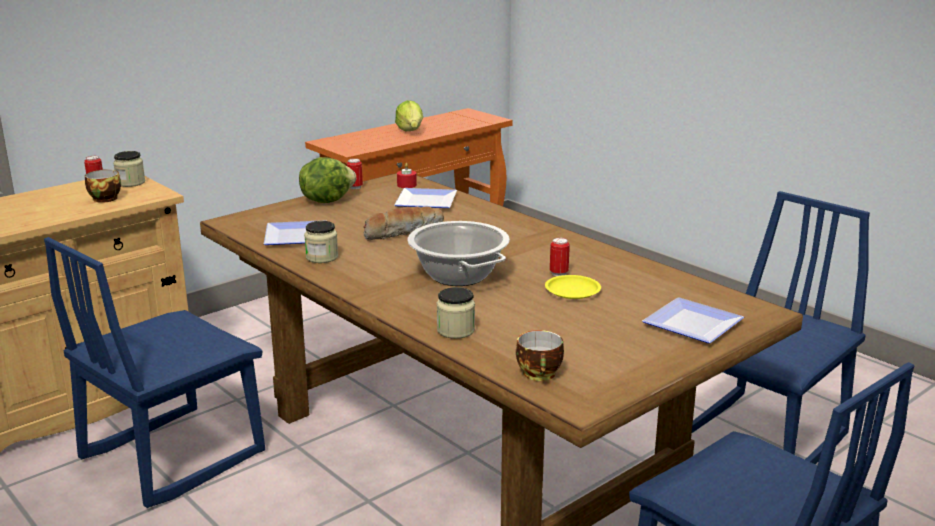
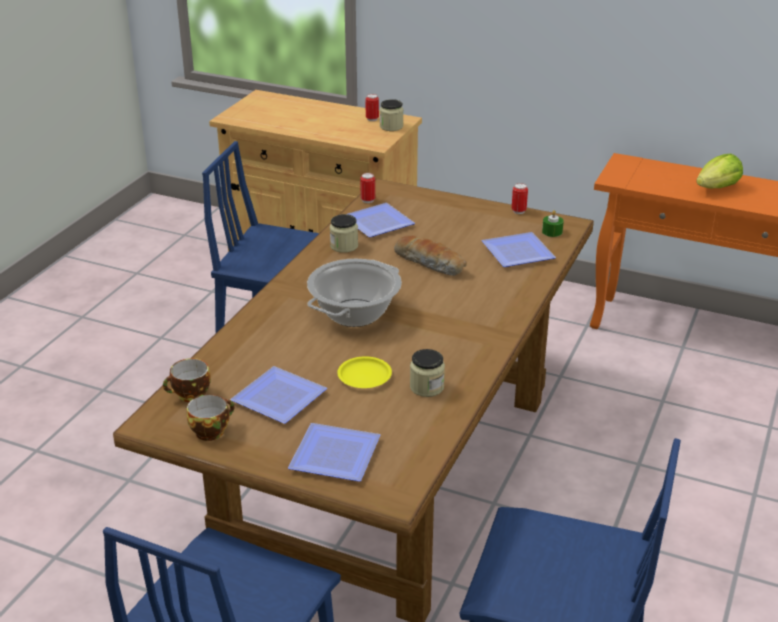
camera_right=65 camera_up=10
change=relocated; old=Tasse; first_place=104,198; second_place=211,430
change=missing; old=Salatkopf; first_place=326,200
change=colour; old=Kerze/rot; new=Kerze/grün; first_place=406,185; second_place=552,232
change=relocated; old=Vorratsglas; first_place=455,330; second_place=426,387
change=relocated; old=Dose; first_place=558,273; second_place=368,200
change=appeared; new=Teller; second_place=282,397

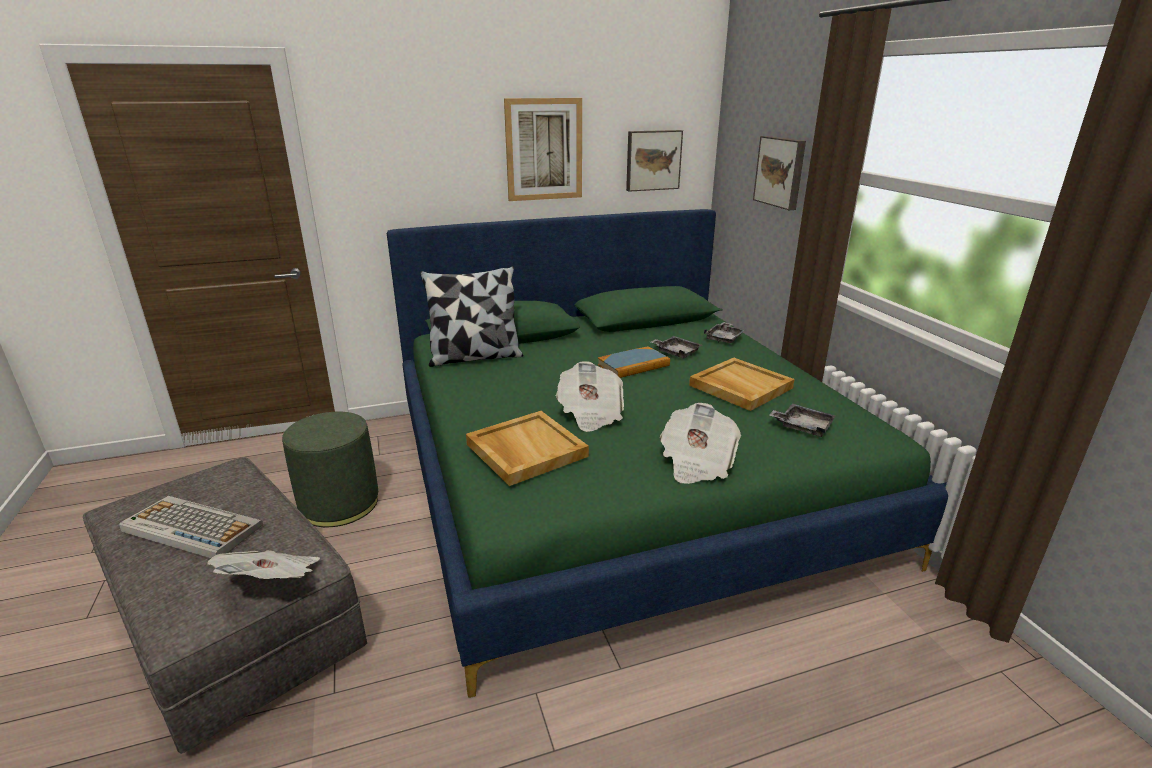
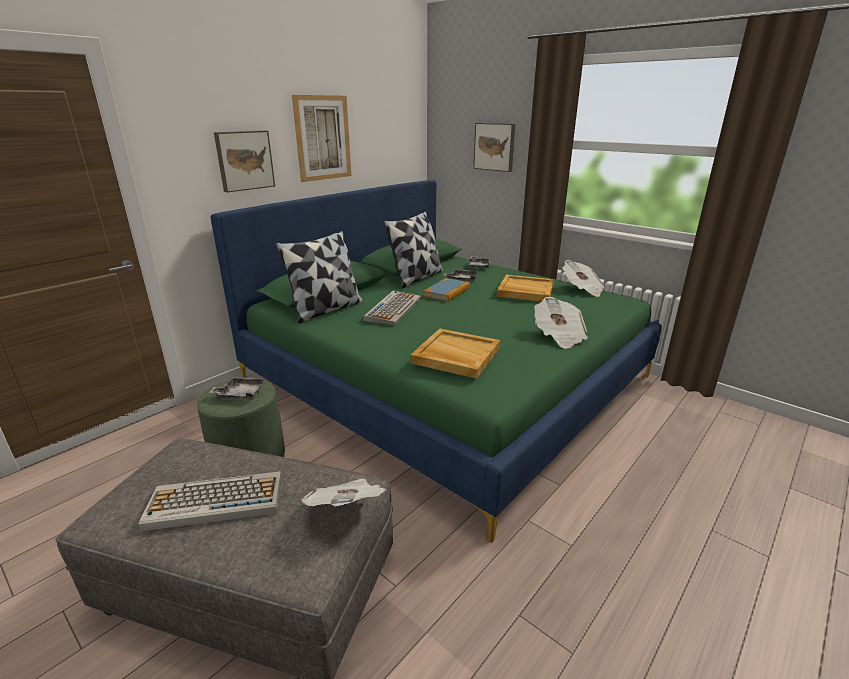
camera_right=-30 camera_up=0
change=relocated; old=Zeitung; first_place=590,413; second_place=582,289
change=relocated; old=Bild; first_place=652,160; second_place=244,160
change=relocated; old=Tablett/grau; first_place=802,426; second_place=240,394
change=appeared; new=Tastatur; second_place=393,309
change=appeared; new=Kissen; second_place=416,278

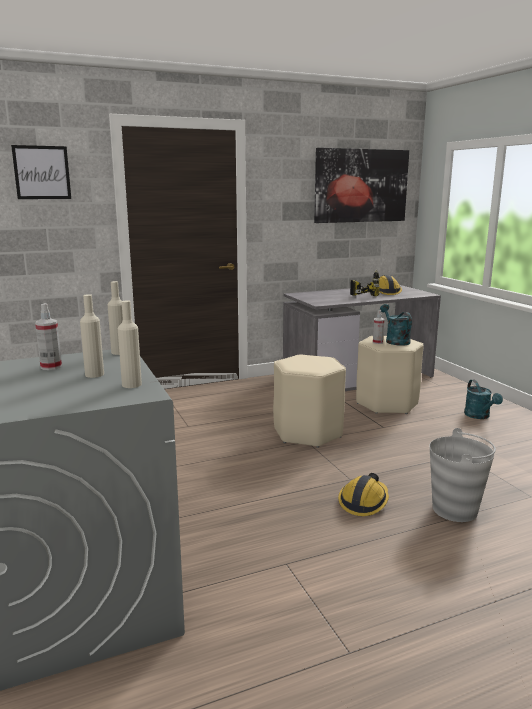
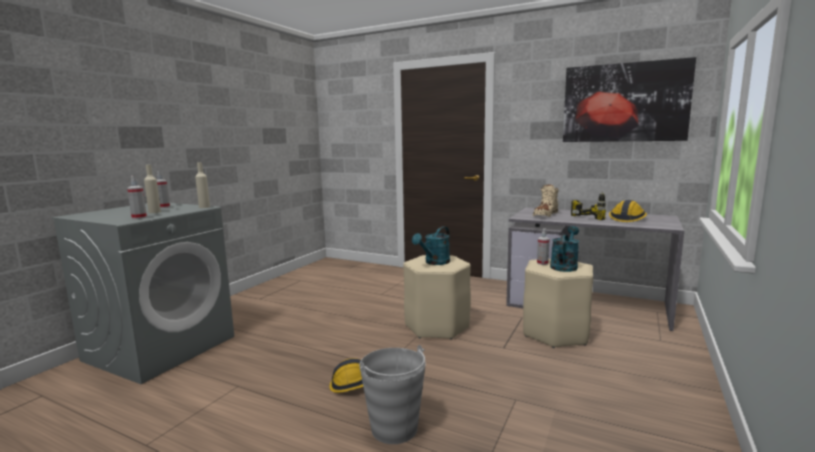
camera_right=50 camera_up=-5
change=missing; old=Bild; first_place=42,172
change=exchanged; old=Flasche/beige; new=Sprühflasche; first_place=131,384; second_place=139,218
change=relocated; old=Gießkanne/türkis; first_place=479,416; second_place=434,262
change=appeared; new=Stiefel/beige; second_place=545,215

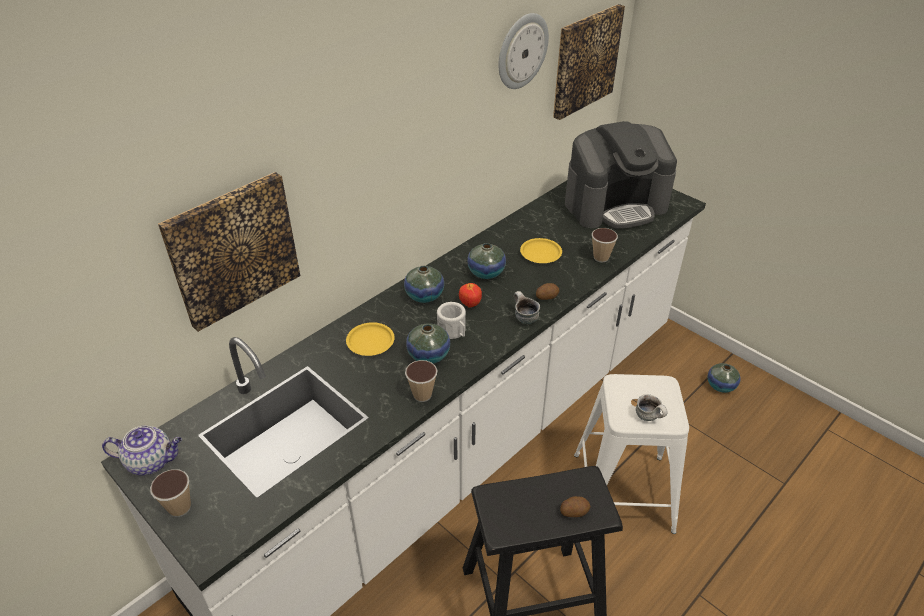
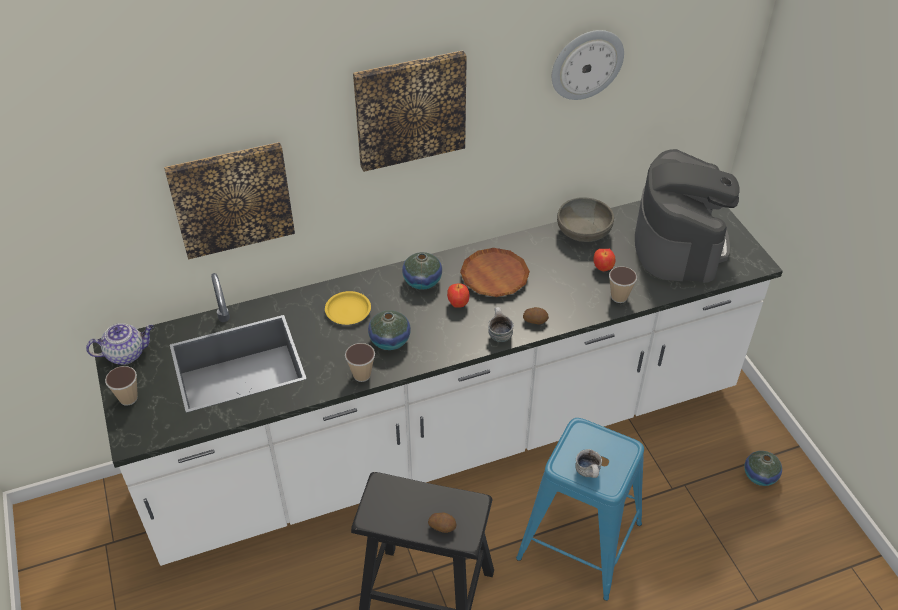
camera_right=25 camera_up=5
change=spun; old=Teekanne; first_place=152,461; second_place=126,354; degrees=-45
change=missing; old=Henkelbecher/weiß; first_place=453,332
change=exchanged; old=Vase; new=Teller/braun; first_place=486,272; second_place=494,276
change=missing; old=Teller/gelb; first_place=540,254
change=relocated; old=Bild; first_place=585,61; second_place=410,109
change=spun; old=Kaffeemaschine; first_place=615,205; second_place=679,242; degrees=-90
change=colour; old=Hocker/weiß; new=Hocker/blau; first_place=622,492; second_place=579,541
change=appeared; new=Schüssel/grau; second_place=583,232
change=appeared; new=Apfel; second_place=603,268

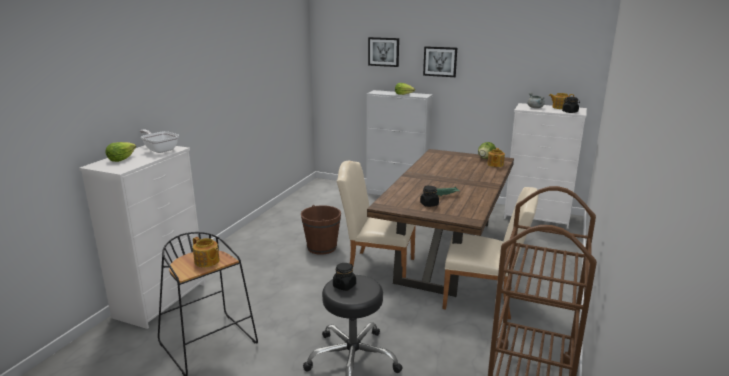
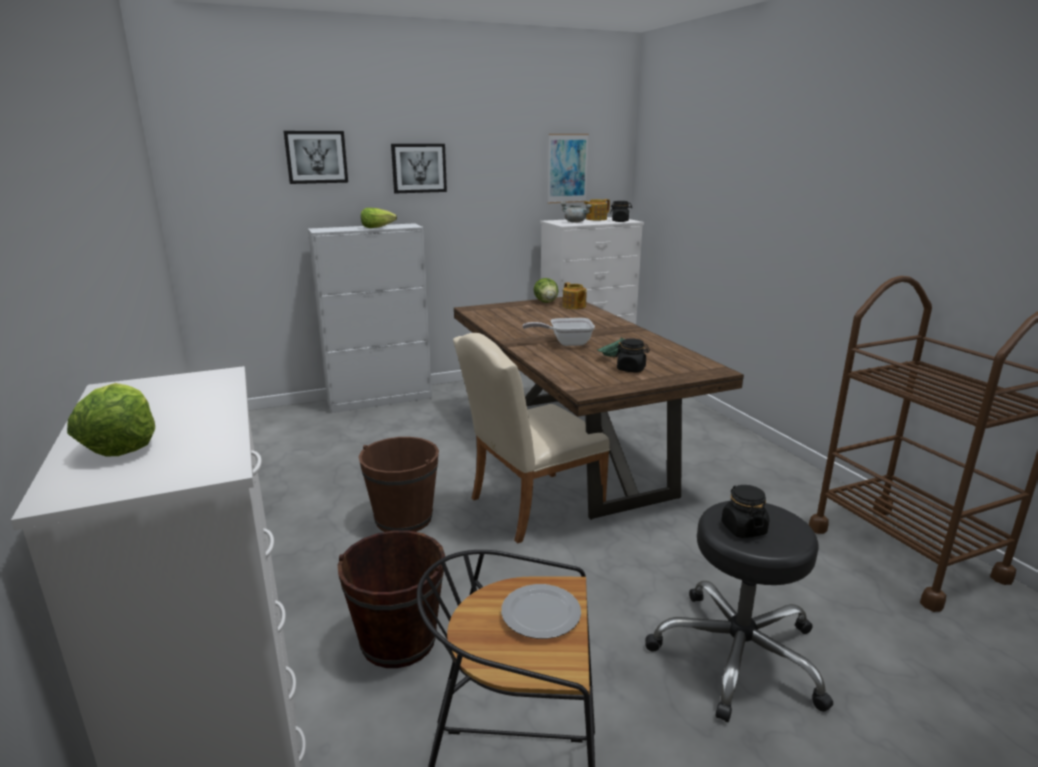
camera_right=-45 camera_up=0
change=relocated; old=Pfanne; first_place=160,149; second_place=566,343
change=exchanged; old=Teekanne; new=Teller; first_place=207,261; second_place=540,614
change=missing; old=Stuhl/beige; first_place=484,298
change=appeared; new=Eimer/braun; second_place=398,640
change=appeared; new=Bild; second_place=567,168

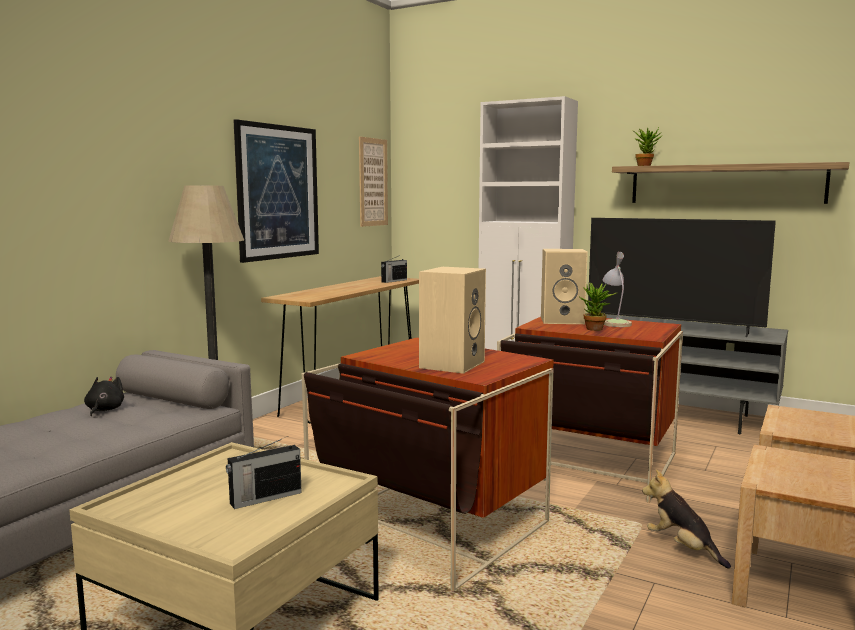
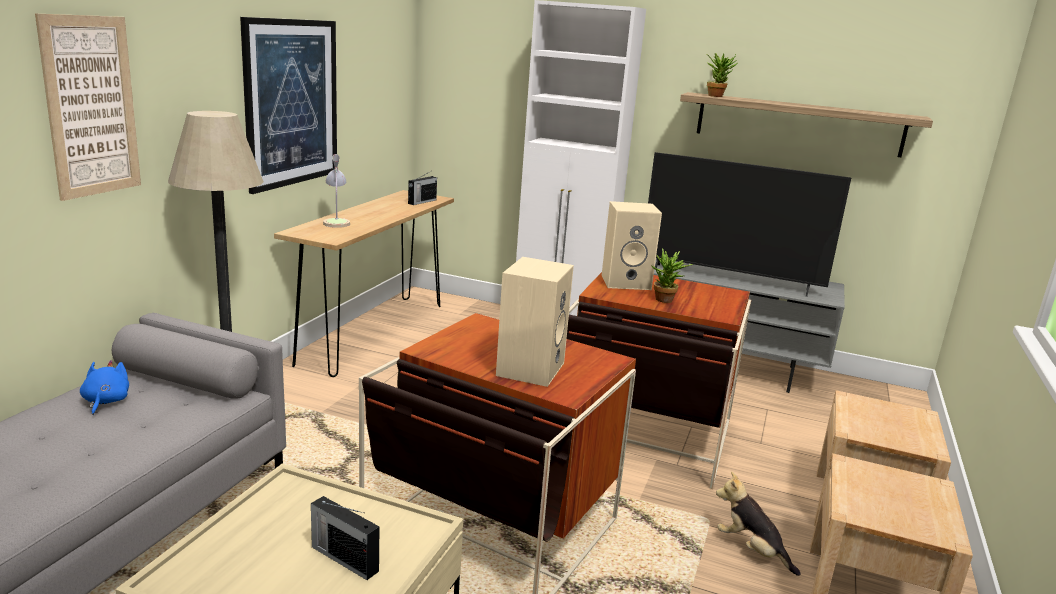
camera_right=-10 camera_up=10
change=colour; old=Plüschtier/schwarz; new=Plüschtier/blau; first_place=104,410; second_place=105,401
change=spun; old=Radio; first_place=264,498; second_place=343,558; degrees=75
change=relocated; old=Bild; first_place=373,182; second_place=91,107
change=relocated; old=Tischlampe; first_place=615,323; second_place=336,222

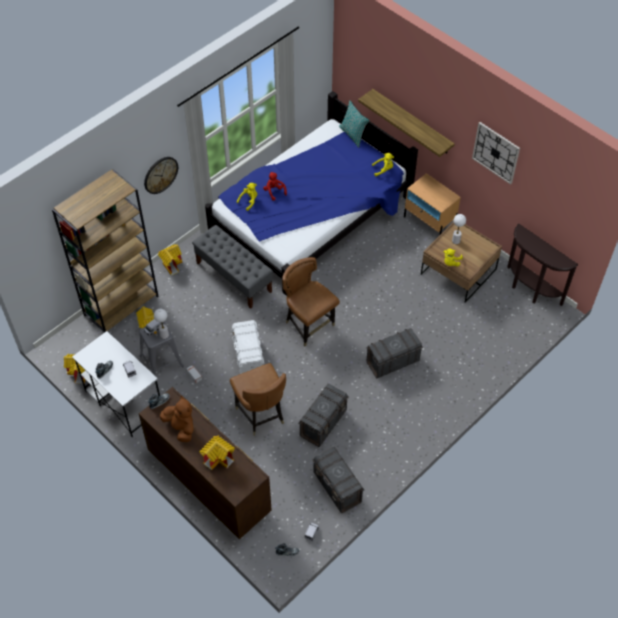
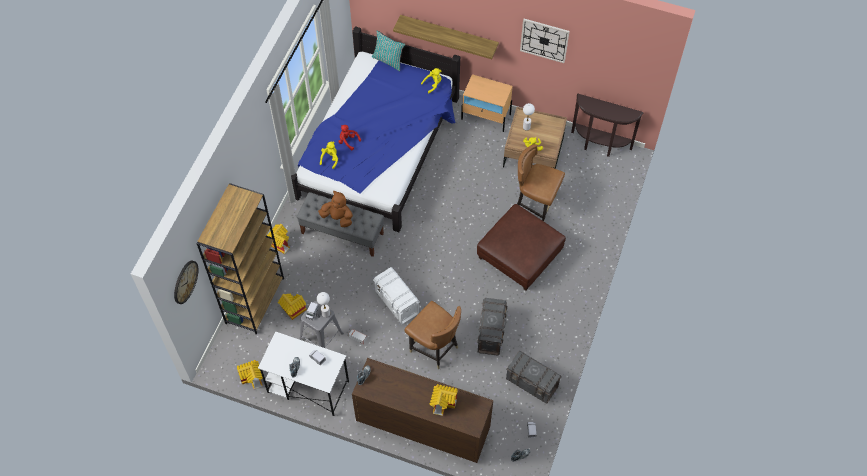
camera_right=-25 camera_up=5
change=relocated; old=Wanduhr; first_place=160,174; second_place=185,282
change=relocated; old=Plüschtier/braun; first_place=181,427; second_place=338,217
change=relocated; old=Stuhl/braun; first_place=309,325; second_place=535,204
change=exchanged; old=Aufbewahrungsbox/grau; new=Polsterhocker/braun; first_place=392,361; second_place=520,255

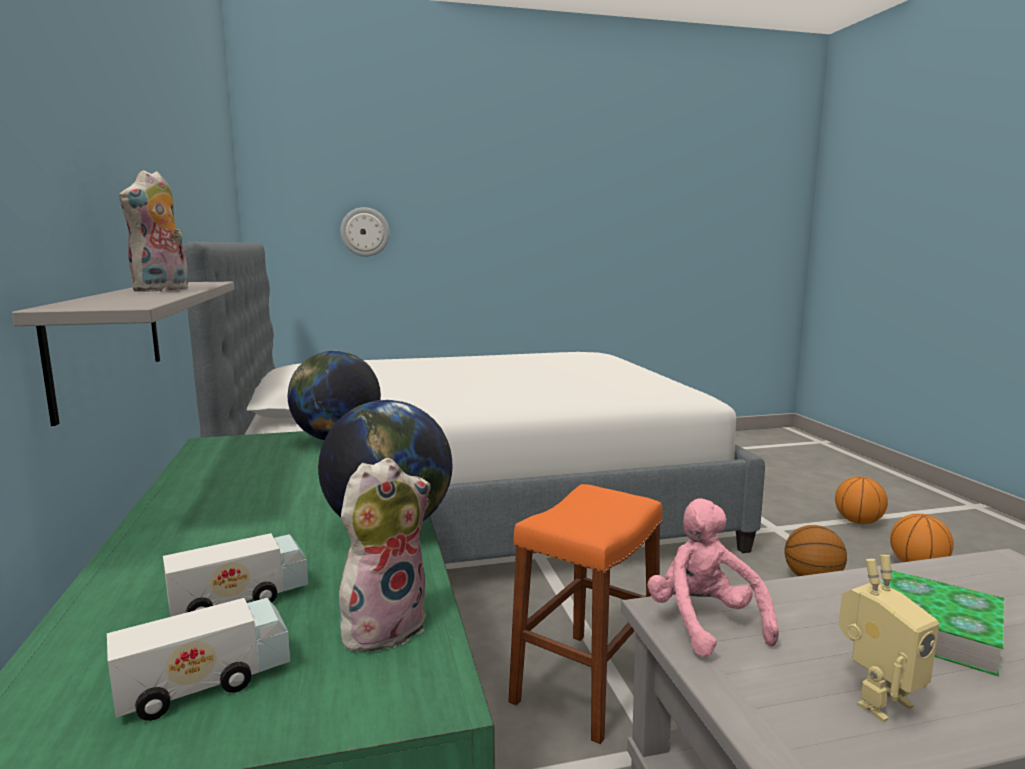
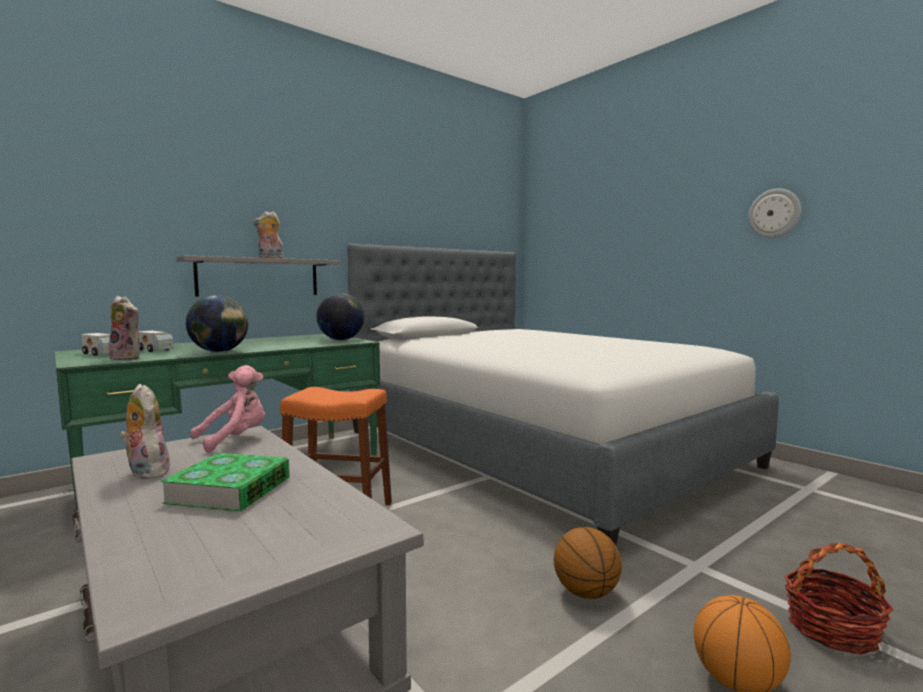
camera_right=65 camera_up=-5
change=relocated; old=Wanduhr; first_place=365,232; second_place=774,213
change=exchanged; old=Basketball; new=Korb; first_place=858,522; second_place=832,629
change=exchanged; old=Spielzeugroboter; new=Plüschtier; first_place=876,700; second_place=145,472

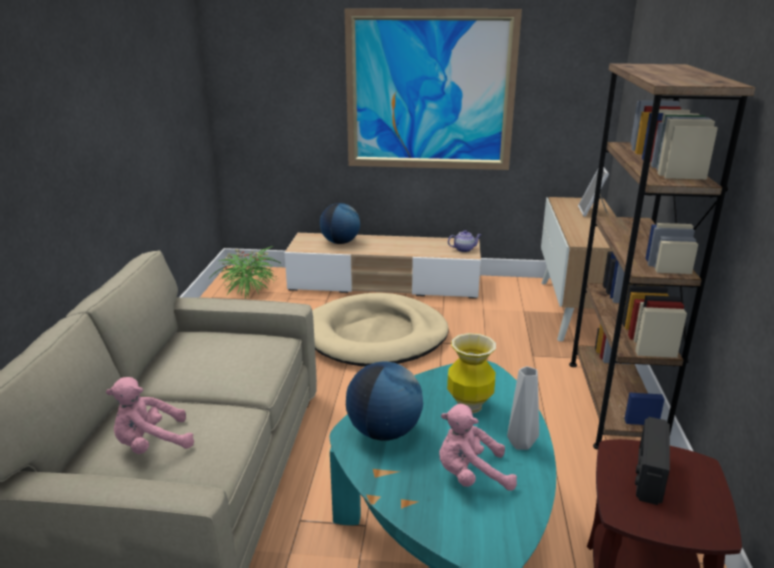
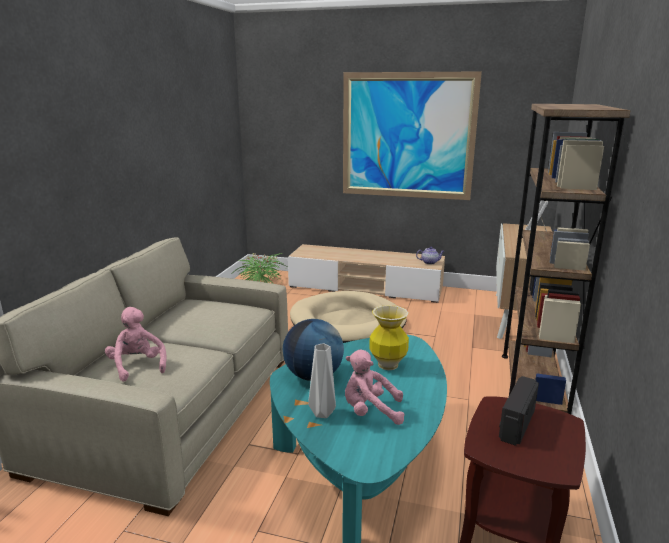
camera_right=10 camera_up=-5
change=spun; old=Plüschtier/rosa; first_place=151,444; second_place=137,366; degrees=75
change=missing; old=Globus; first_place=340,242
change=relocated; old=Vase/grau; first_place=519,443; second_place=322,412

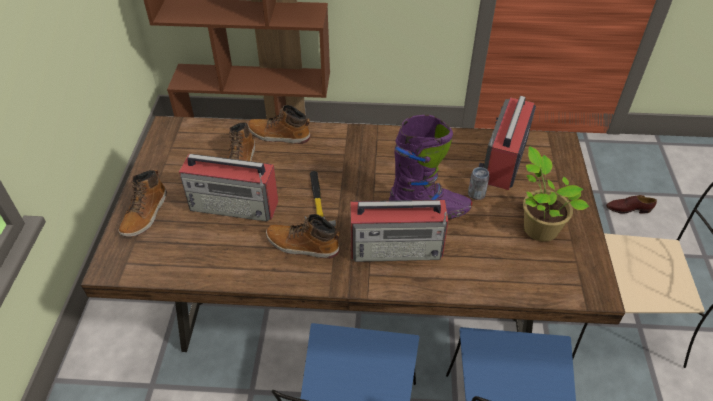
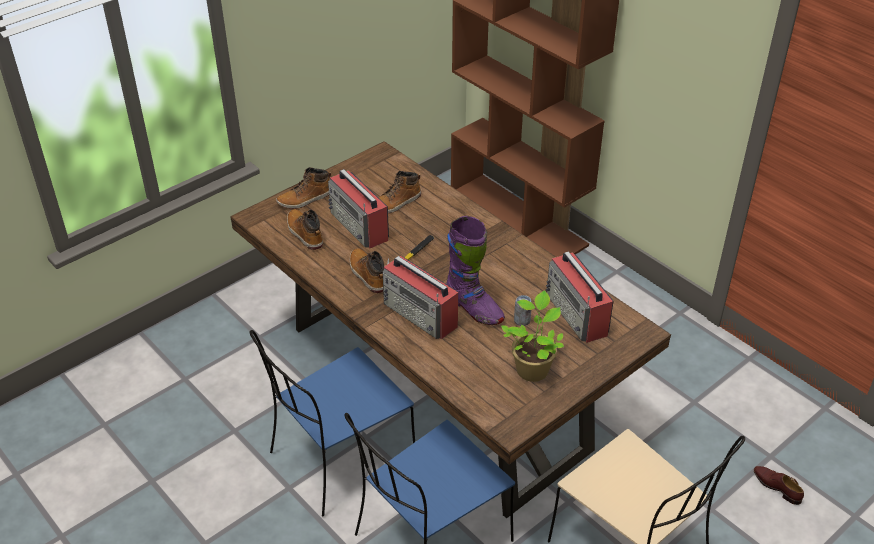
camera_right=45 camera_up=-5
change=relocated; old=Stiefel; first_place=279,135; second_place=304,233
change=spun; old=Radio; first_place=504,161; second_place=577,315; degrees=-90

